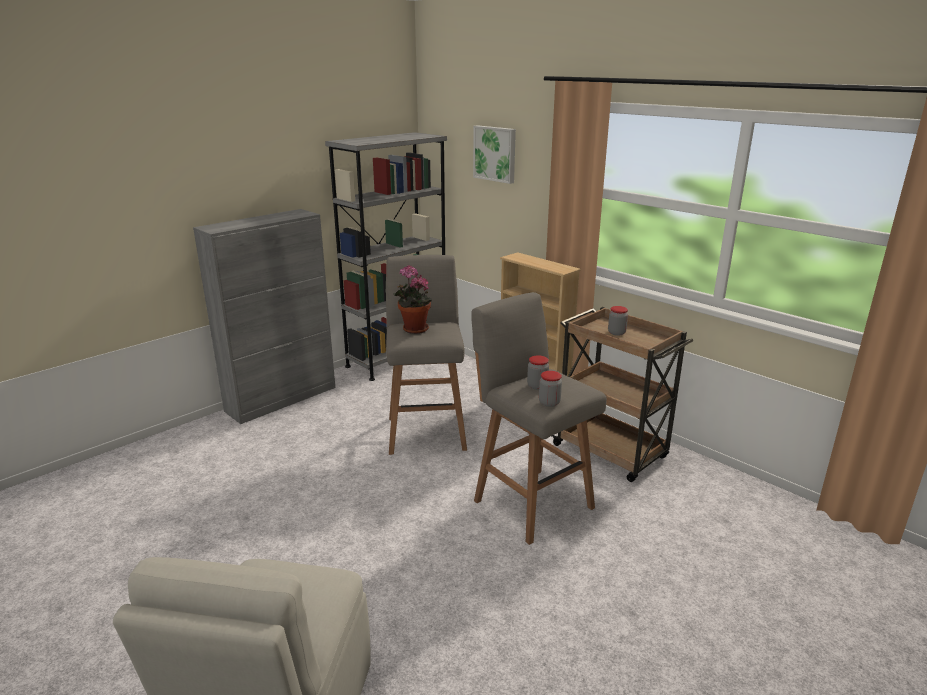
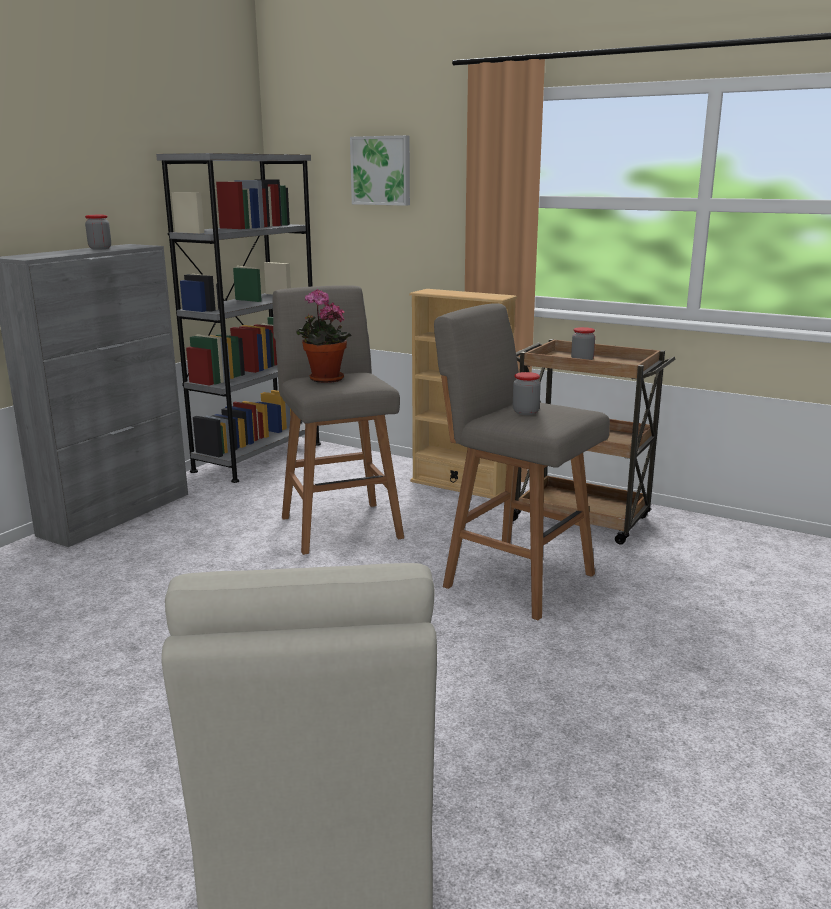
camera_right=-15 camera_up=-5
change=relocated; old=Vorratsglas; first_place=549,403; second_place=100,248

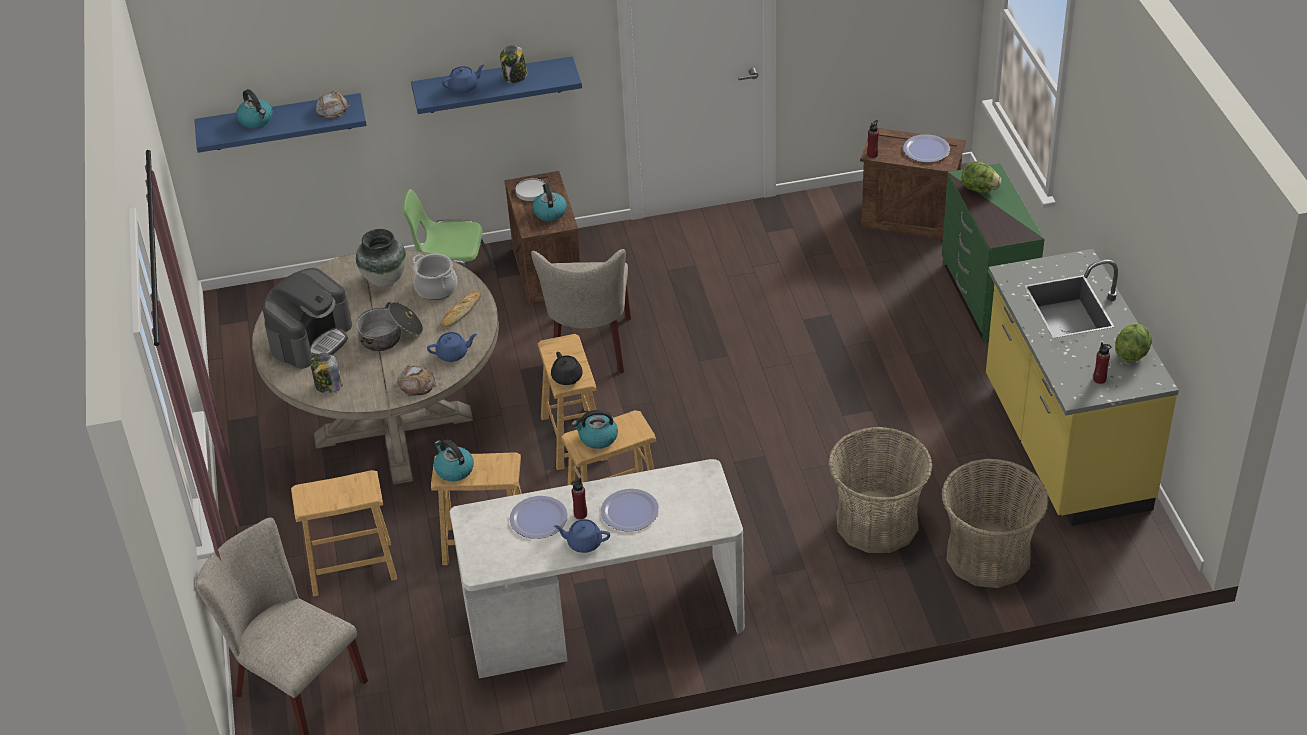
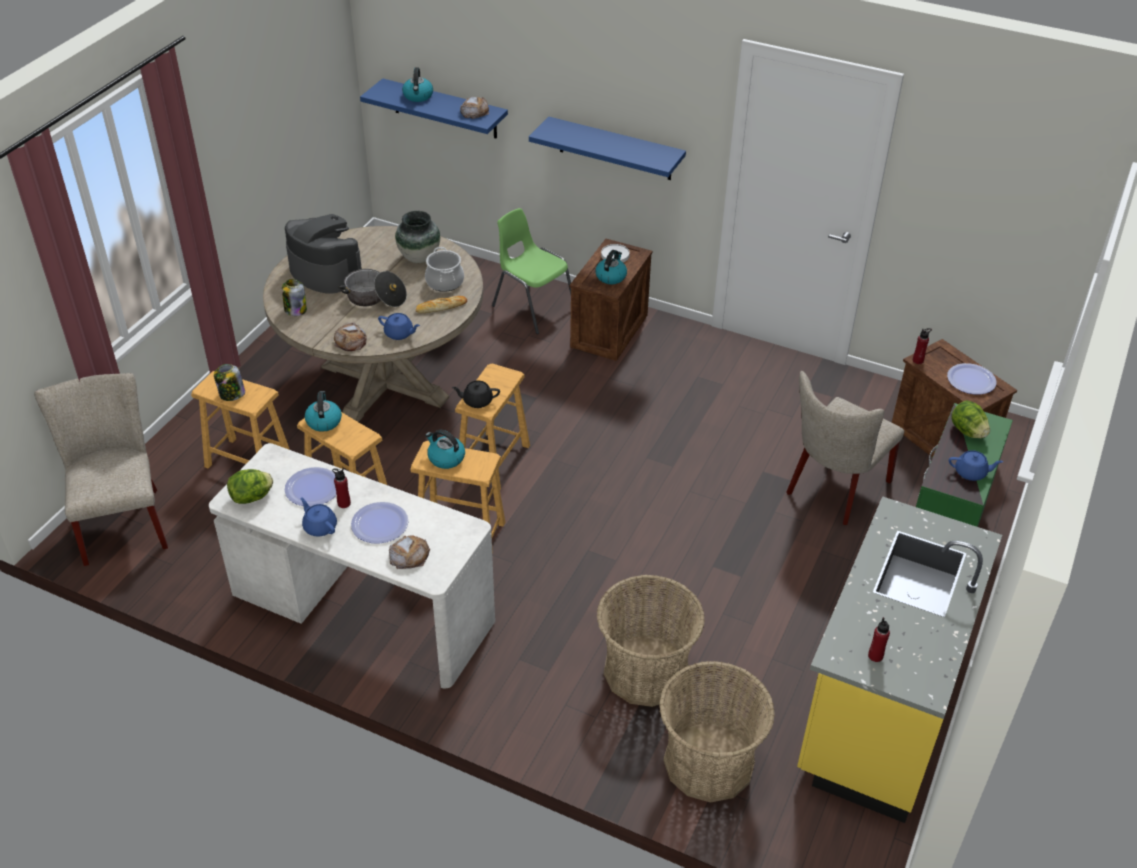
camera_right=35 camera_up=0
change=spun; old=Kaffeemaschine; first_place=311,338; second_place=325,272; degrees=-120
change=relocated; old=Teekanne/blau; first_place=464,87; second_place=971,473
change=relocated; old=Vorratsglas; first_place=515,77; second_place=231,394
change=relocated; old=Stuhl/beige; first_place=590,349; second_place=834,490
change=spun; old=Teekanne/schwarz; first_place=567,378; second_place=477,401; degrees=75
change=relocated; old=Salatkopf; first_place=1131,353; second_place=252,497
change=appeared; new=Brot; second_place=409,555

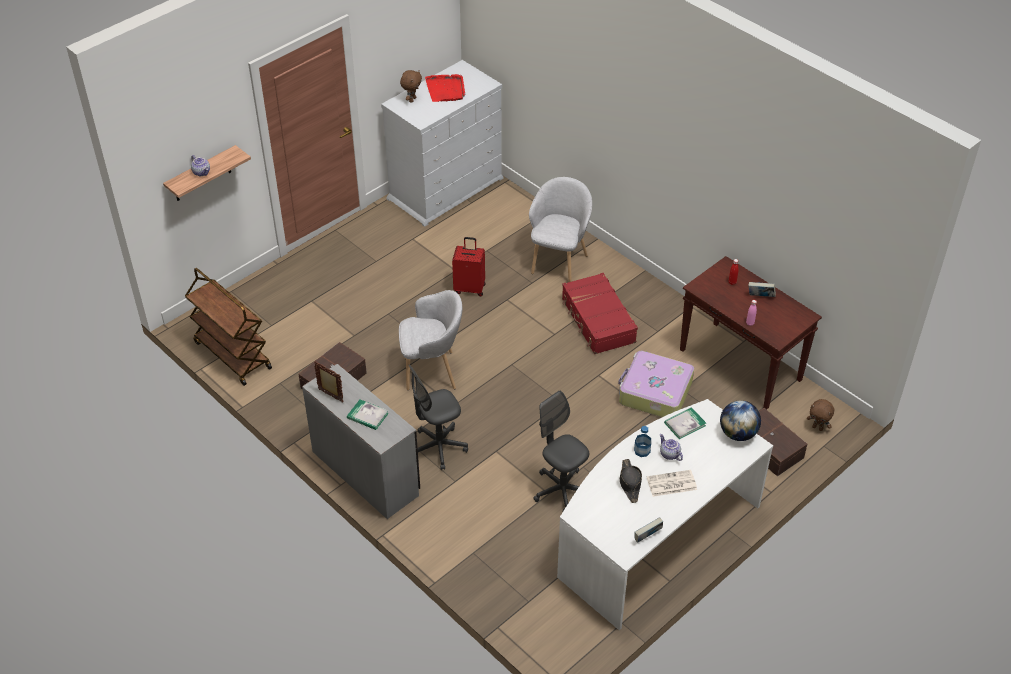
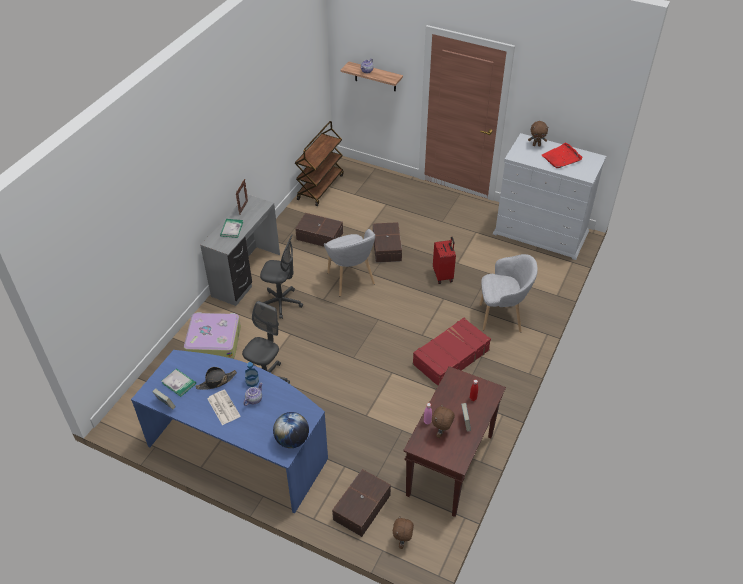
camera_right=70 camera_up=0
change=spun; old=Bürostuhl/grau; first_place=438,447; second_place=281,303; degrees=150
change=colour; old=Schreibtisch/weiß; new=Schreibtisch/blau; first_place=655,537; second_place=240,448
change=relocated; old=Koffer; first_place=654,392; second_place=213,341
change=relocated; old=Buch; first_place=685,424; second_place=179,383
change=appeared; new=Aufbewahrungsbox/braun; second_place=386,248
change=appeared; new=Plüschtier/braun; second_place=441,432

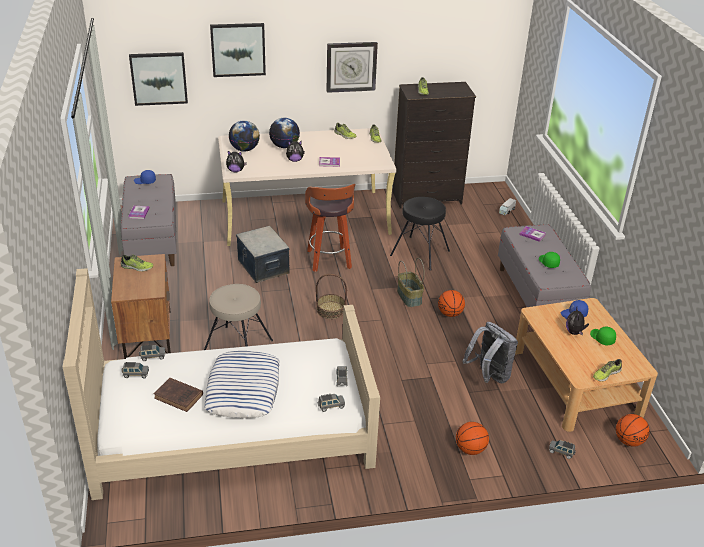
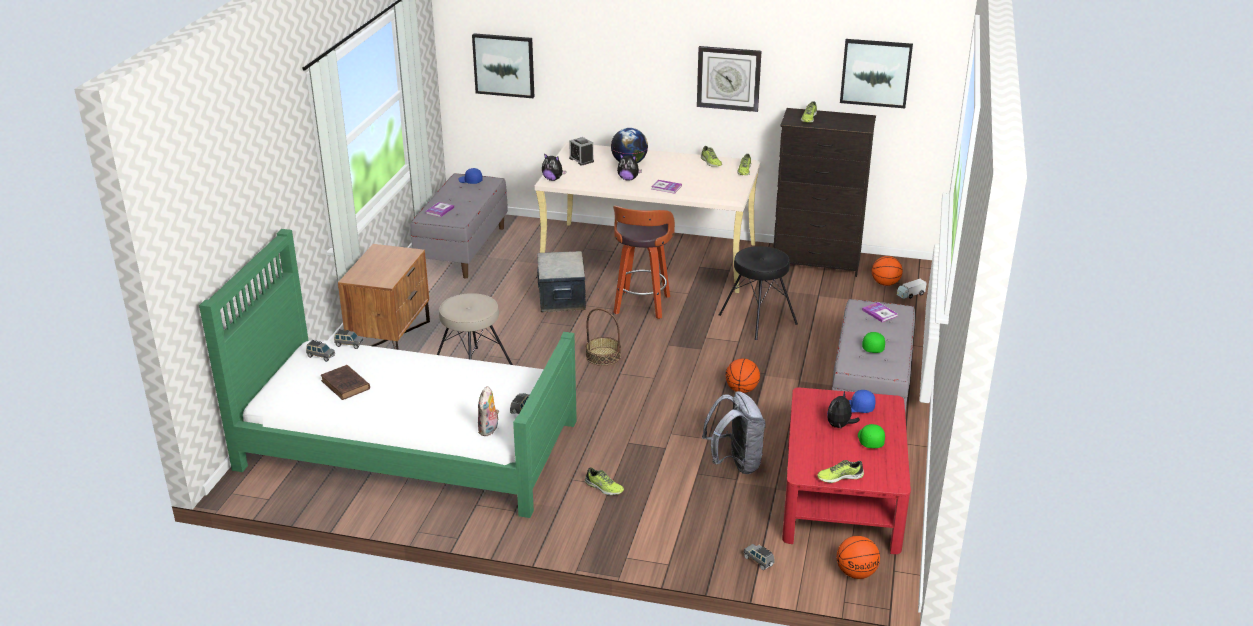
camera_right=25 camera_up=-5
change=colour; old=Bett/beige; new=Bett/grün; first_place=231,430; second_place=407,445
change=relocated; old=Schuh; first_place=137,267; second_place=603,487
change=missing; old=Kissen; first_place=243,389
change=relocated; old=Bild; first_place=238,49; second_place=875,72
change=exchanged; old=Globus; new=Wecker; first_place=245,149; second_place=581,160
change=exchanged; old=Spielzeugauto/grau; new=Plüschtier; first_place=331,406; second_place=489,430
change=missing; old=Korb; first_place=409,297
change=relocated; old=Basketball; first_place=470,449; second_place=885,284
change=colour; old=Couchtisch/beige; new=Couchtisch/rot; first_place=576,382; second_place=842,496

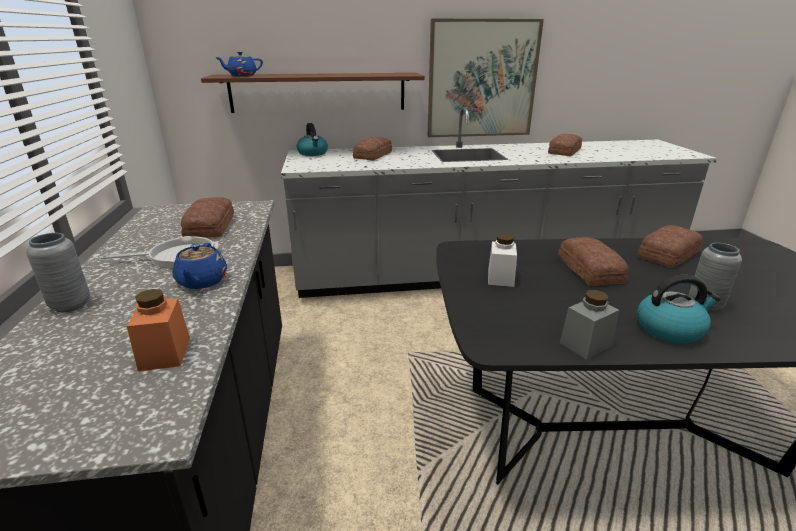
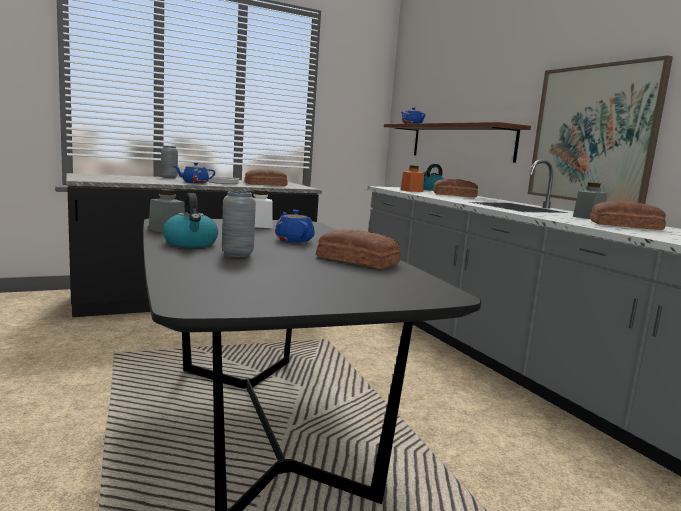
camera_right=70 camera_up=-15
change=relocated; old=Vorratsglas/orange; first_place=165,353; second_place=411,191
change=exchanged; old=Brot; new=Teekanne/blau; first_place=590,269; second_place=293,240
change=appeared; new=Vorratsglas/grau; second_place=588,217

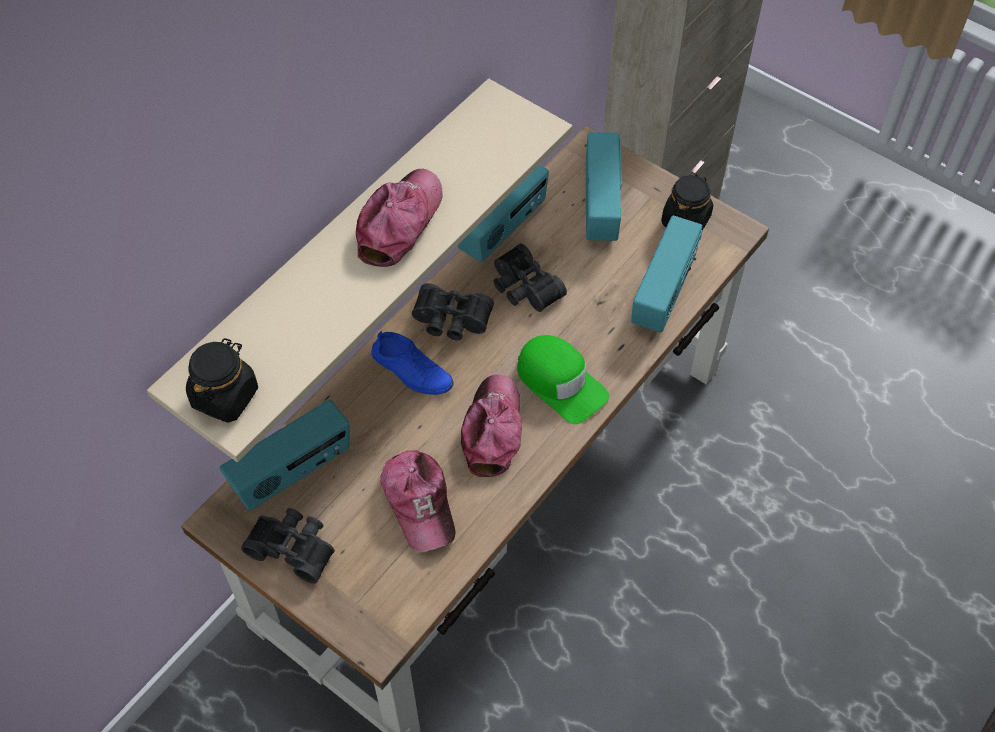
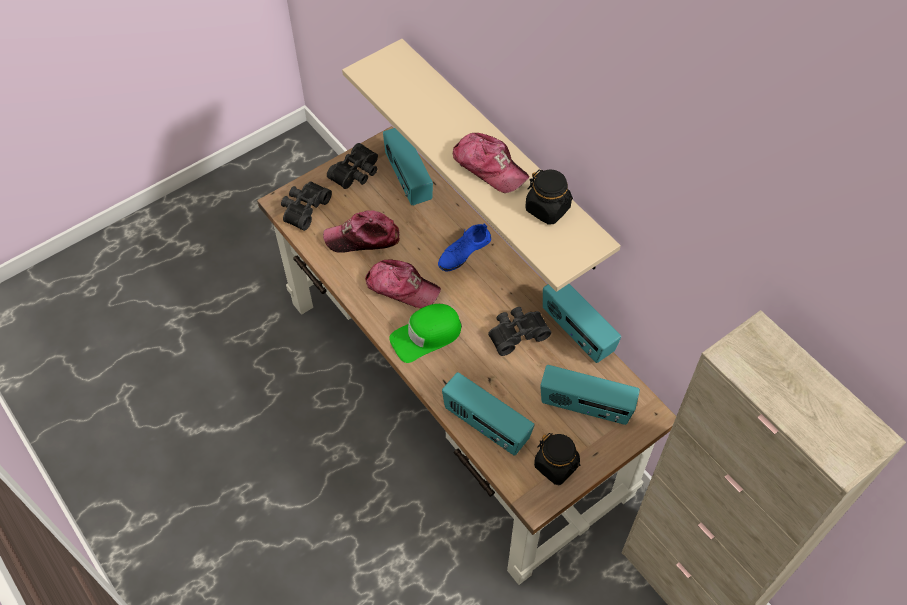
camera_right=105 camera_up=0
change=relocated; old=Vorratsglas/schwarz; first_place=225,396; second_place=548,209
change=relocated; old=Fernglas/schwarz; first_place=451,321; second_place=303,208

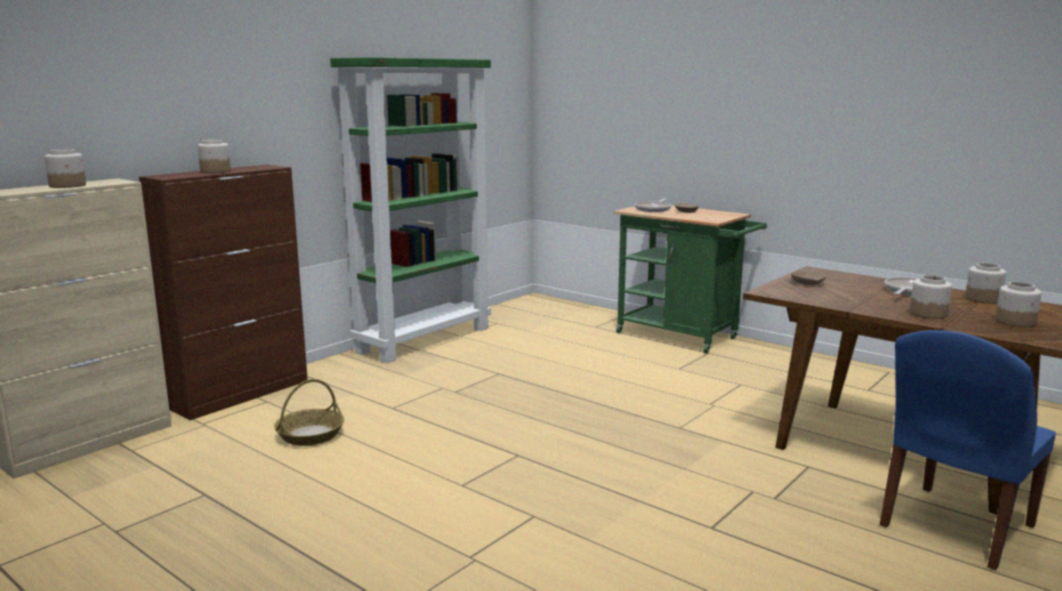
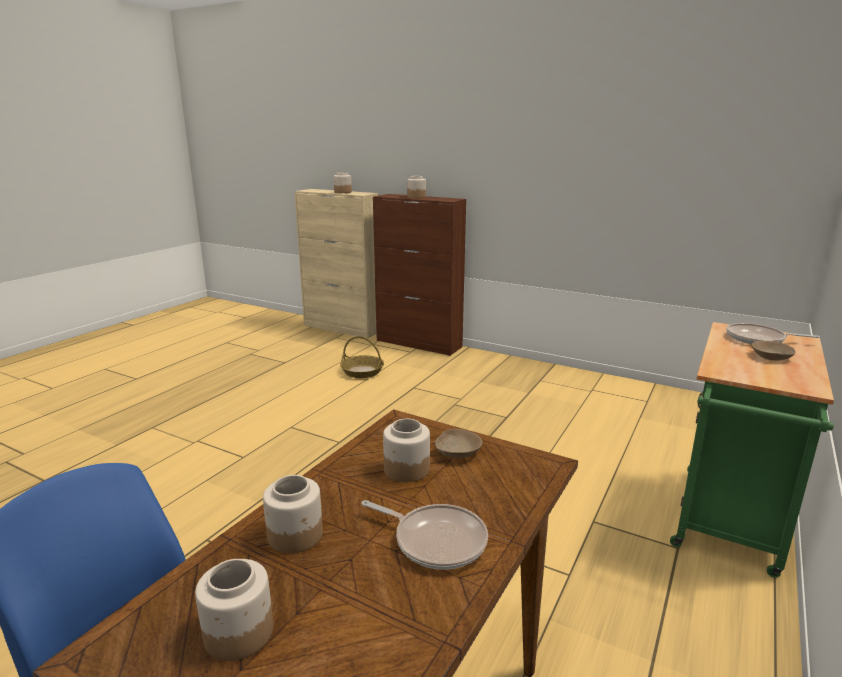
camera_right=80 camera_up=5
change=missing; old=Bücherregal/grün; first_place=424,339
change=relocated; old=Vorratsglas; first_place=983,299; second_place=406,469

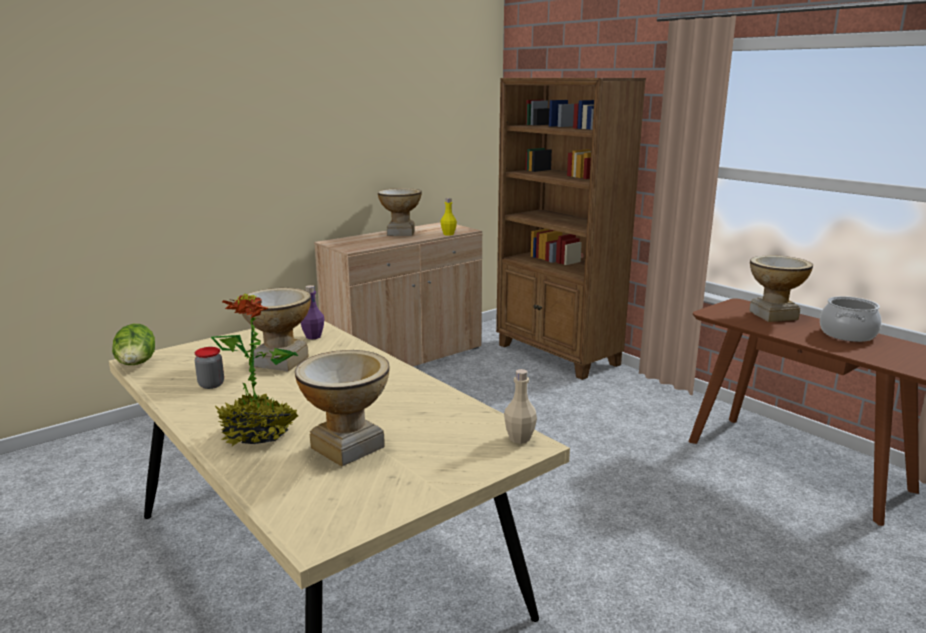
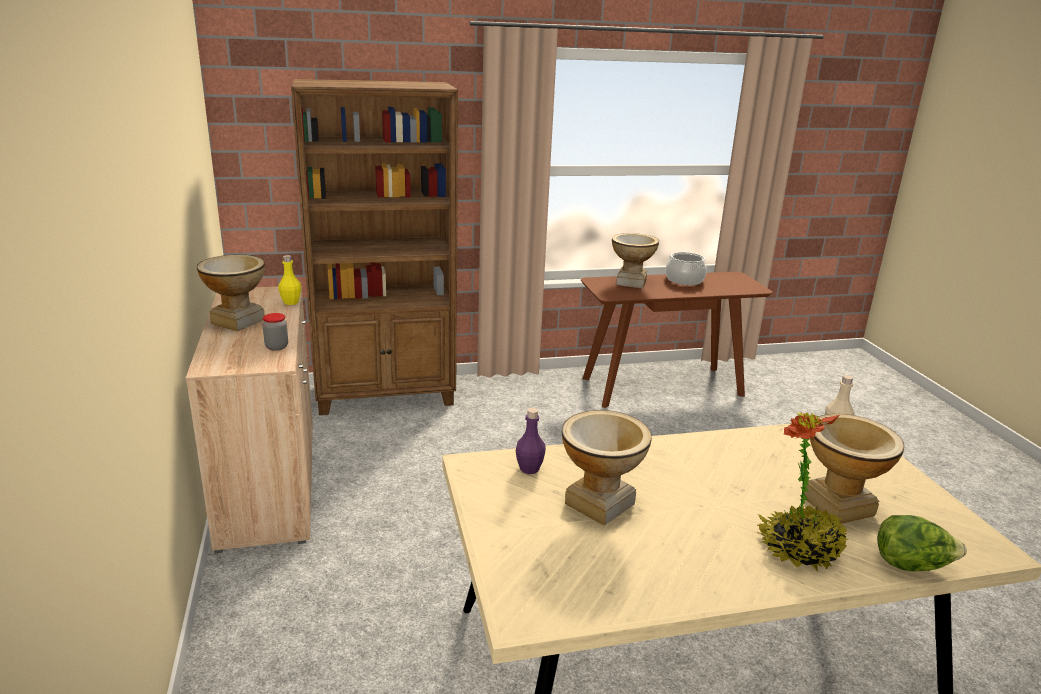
camera_right=-65 camera_up=5
change=relocated; old=Salatkopf; first_place=137,365; second_place=911,565
change=relocated; old=Vorratsglas; first_place=211,385; second_place=276,347

